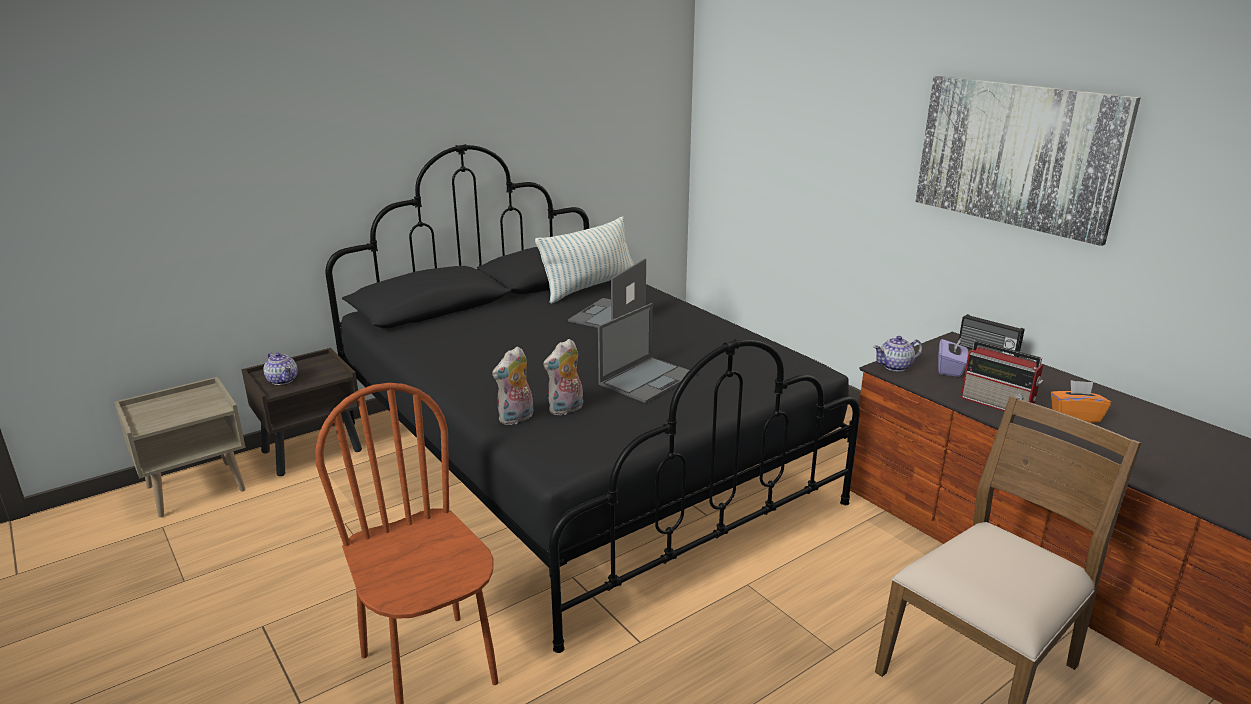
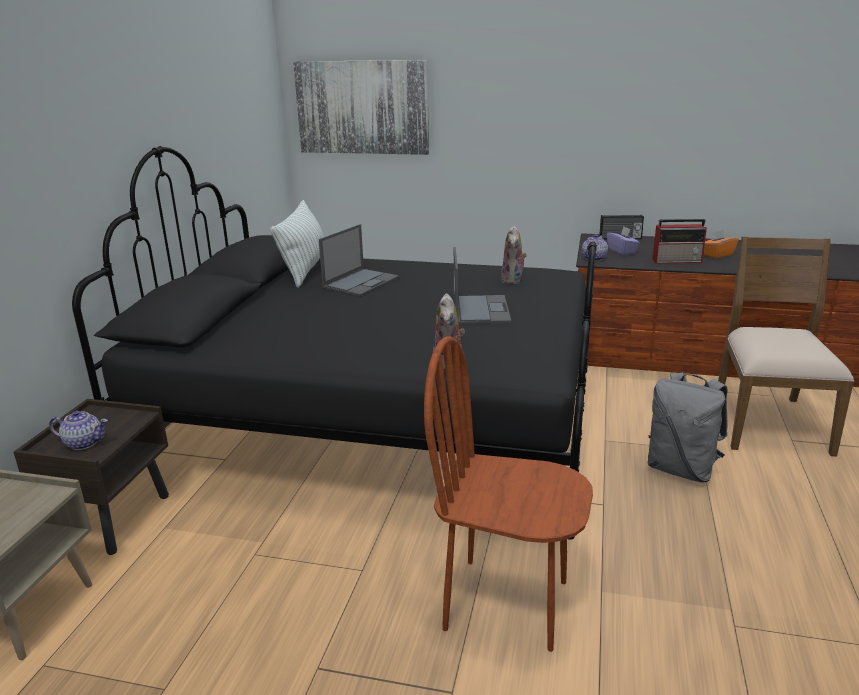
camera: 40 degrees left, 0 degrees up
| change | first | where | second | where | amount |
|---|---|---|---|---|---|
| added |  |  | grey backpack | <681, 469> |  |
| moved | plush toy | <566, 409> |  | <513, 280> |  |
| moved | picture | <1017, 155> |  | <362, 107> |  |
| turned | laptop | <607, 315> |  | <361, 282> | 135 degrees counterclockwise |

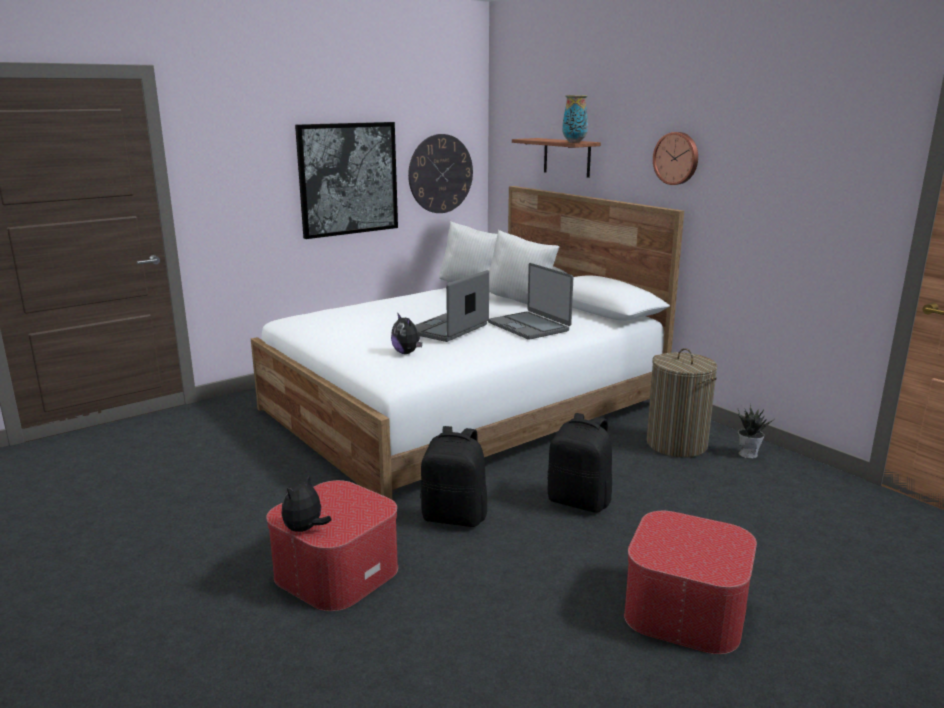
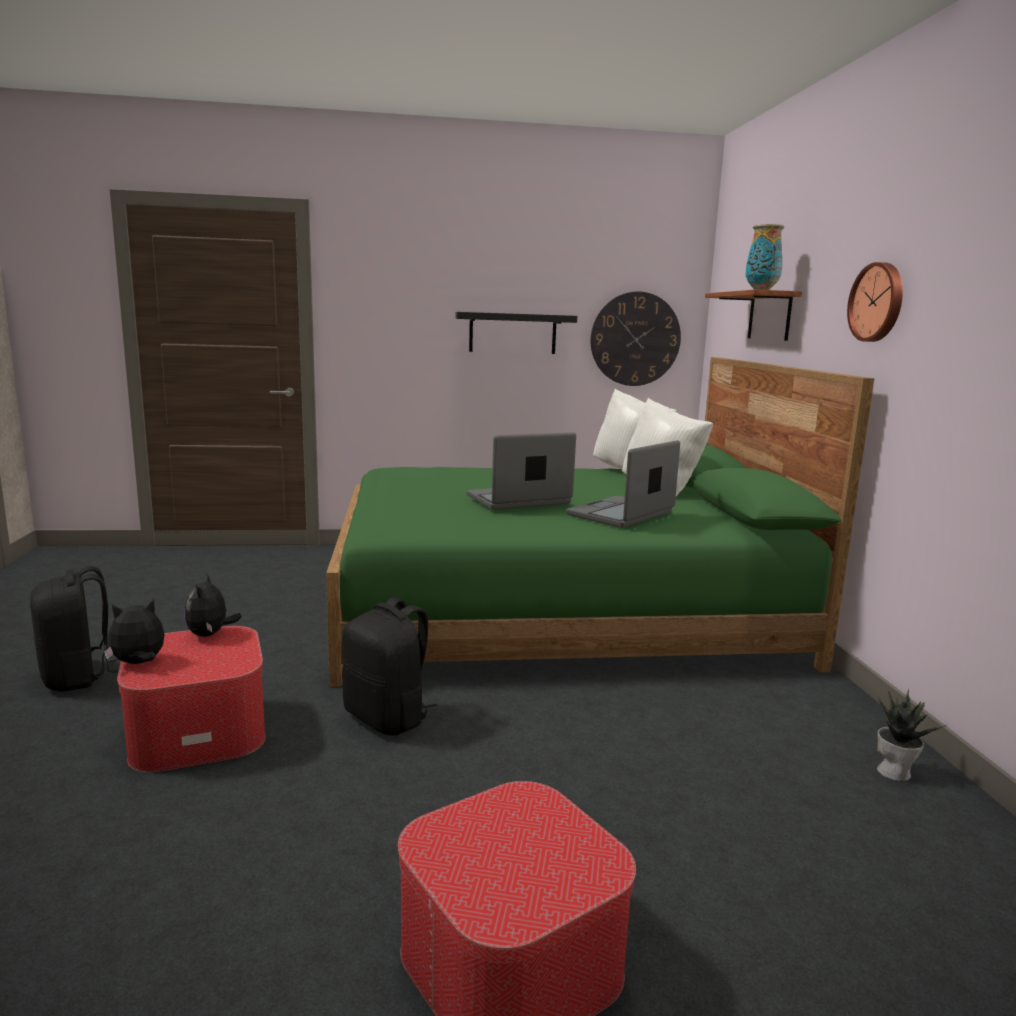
camera: 30 degrees right, 5 degrees down
| change | first | where | second | where | amount |
|---|---|---|---|---|---|
| removed | laundry basket | <676, 444> |  |  |  |
| moved | plush toy | <407, 353> |  | <210, 634> |  |
| moved | black backpack | <579, 501> |  | <79, 676> |  |
| replaced | picture | <348, 179> | black shelf | <512, 333> |  |
| recoloured | white bed | <464, 408> | green bed | <558, 609> |  |
| turned | laptop | <529, 326> |  | <621, 514> | 45 degrees clockwise |

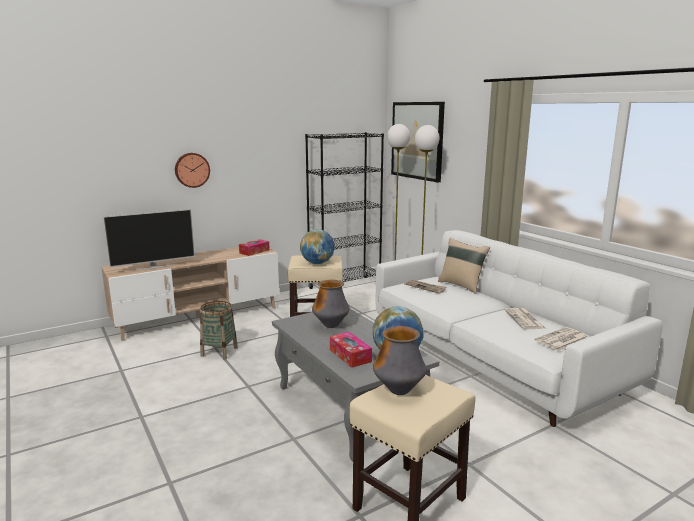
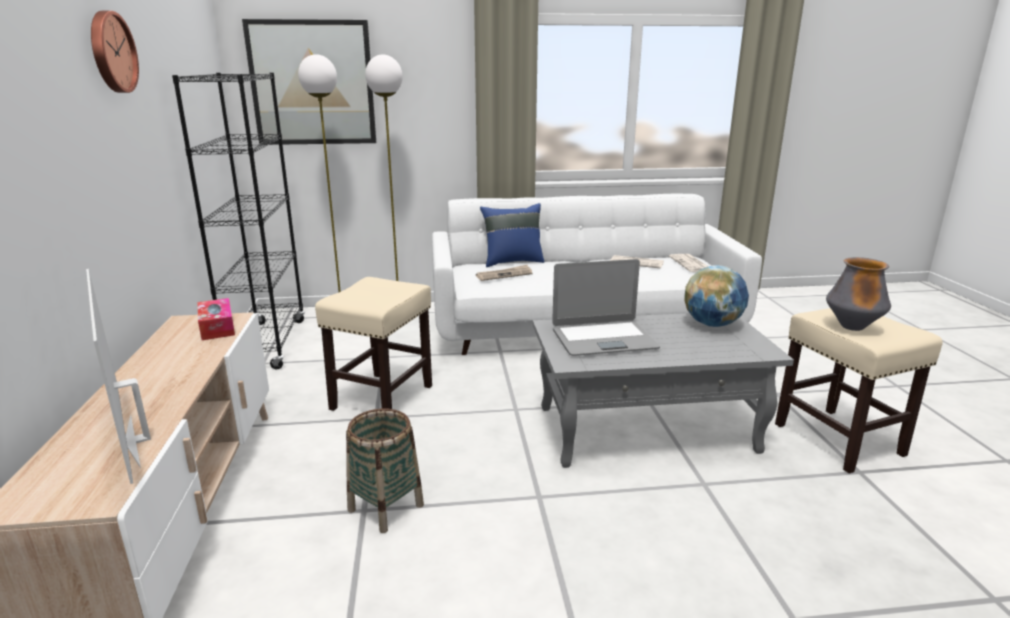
camera: 65 degrees left, 5 degrees up
| change | first | where | second | where | amount |
|---|---|---|---|---|---|
| removed | globe | <317, 263> |  |  |  |
| removed | tissue box | <350, 355> |  |  |  |
| moved | wall clock | <192, 170> |  | <111, 52> |  |
| replaced | vase | <331, 325> | laptop | <603, 339> |  |
| recoloured | beige pillow | <461, 285> | blue pillow | <512, 261> |  |
| turned | television | <153, 267> |  | <138, 439> | 150 degrees clockwise |

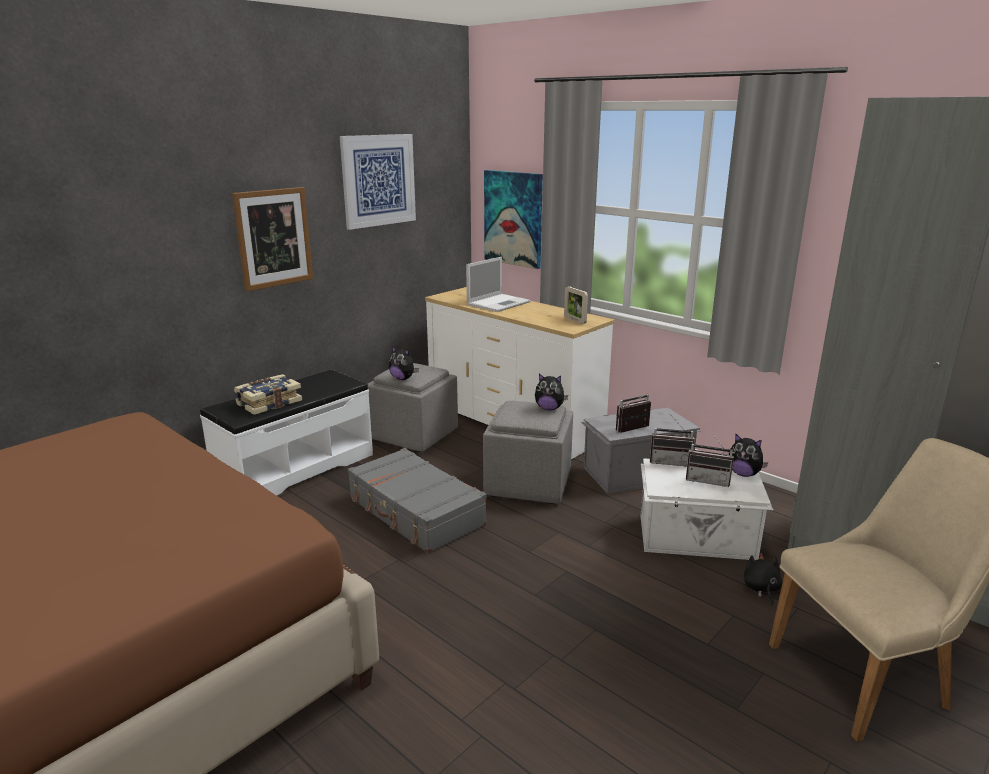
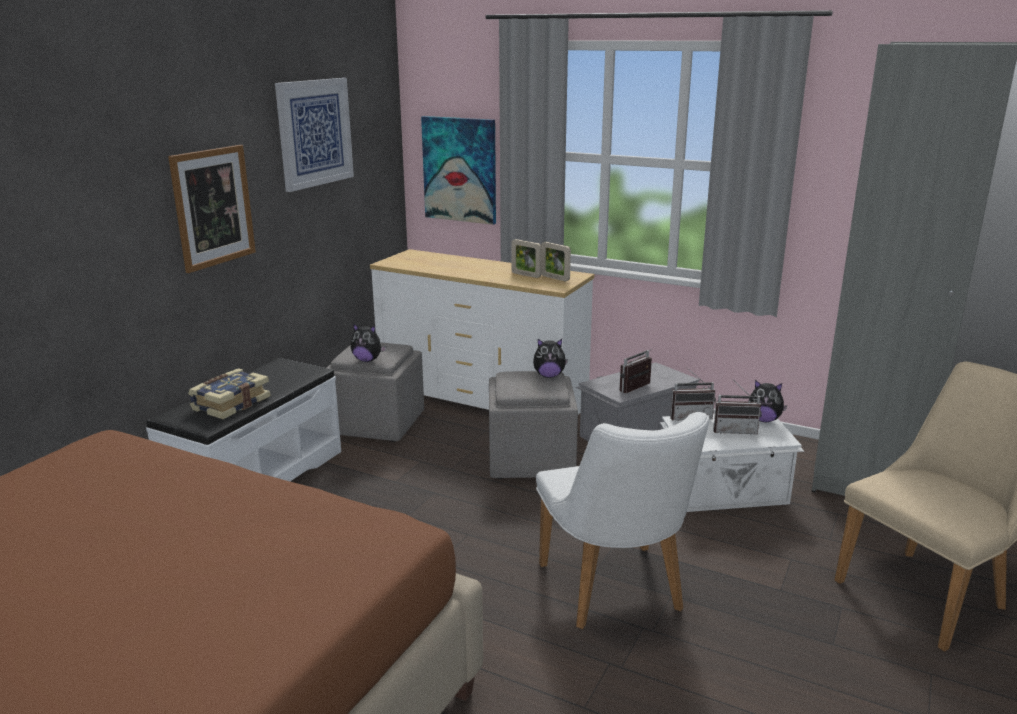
camera: 15 degrees left, 0 degrees up
| change | first | where | second | where | amount |
|---|---|---|---|---|---|
| removed | grey suitcase | <415, 512> |  |  |  |
| removed | laptop | <499, 303> |  |  |  |
| removed | black plush toy | <761, 589> |  |  |  |
| added |  |  | picture frame | <526, 275> |  |
| added |  |  | white chair | <616, 594> |  |

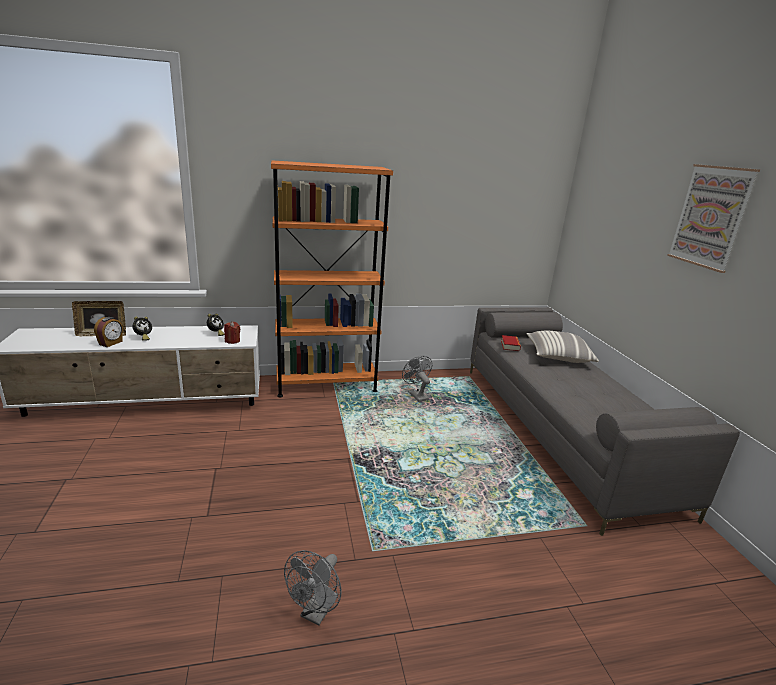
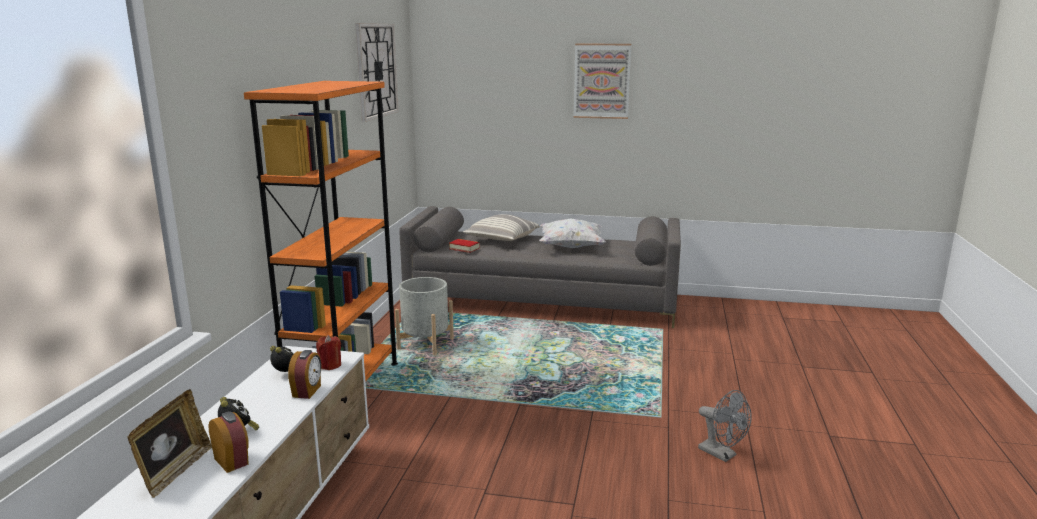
camera: 65 degrees left, 5 degrees down
| change | first | where | second | where | amount |
|---|---|---|---|---|---|
| added |  |  | alarm clock | <307, 391> |  |
| added |  |  | wall clock | <376, 70> |  |
| added |  |  | white pillow | <571, 247> |  |
| replaced | grey fan | <416, 395> | grey planter | <425, 344> |  |

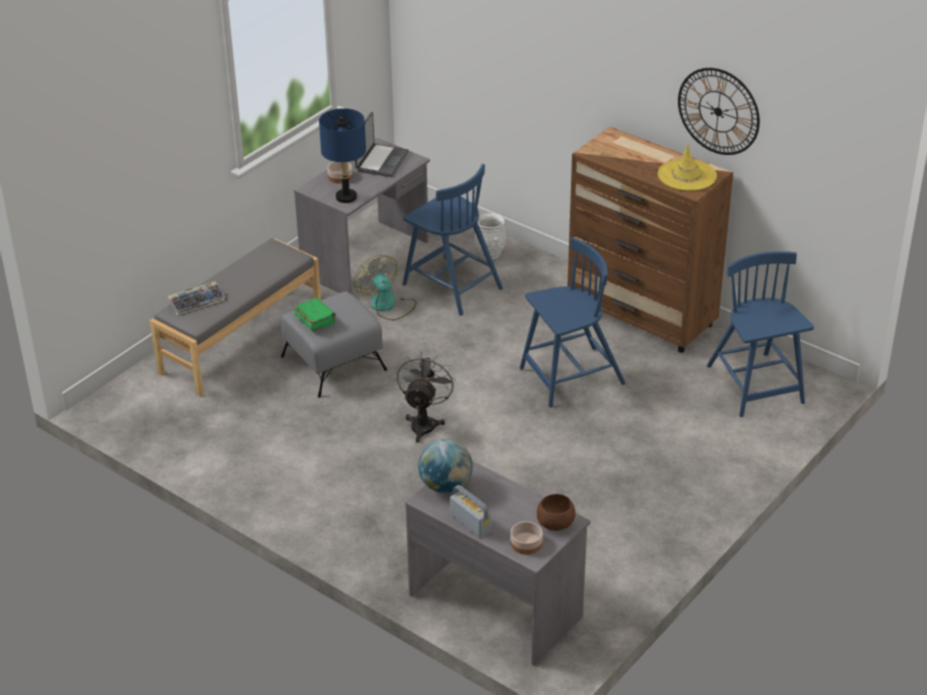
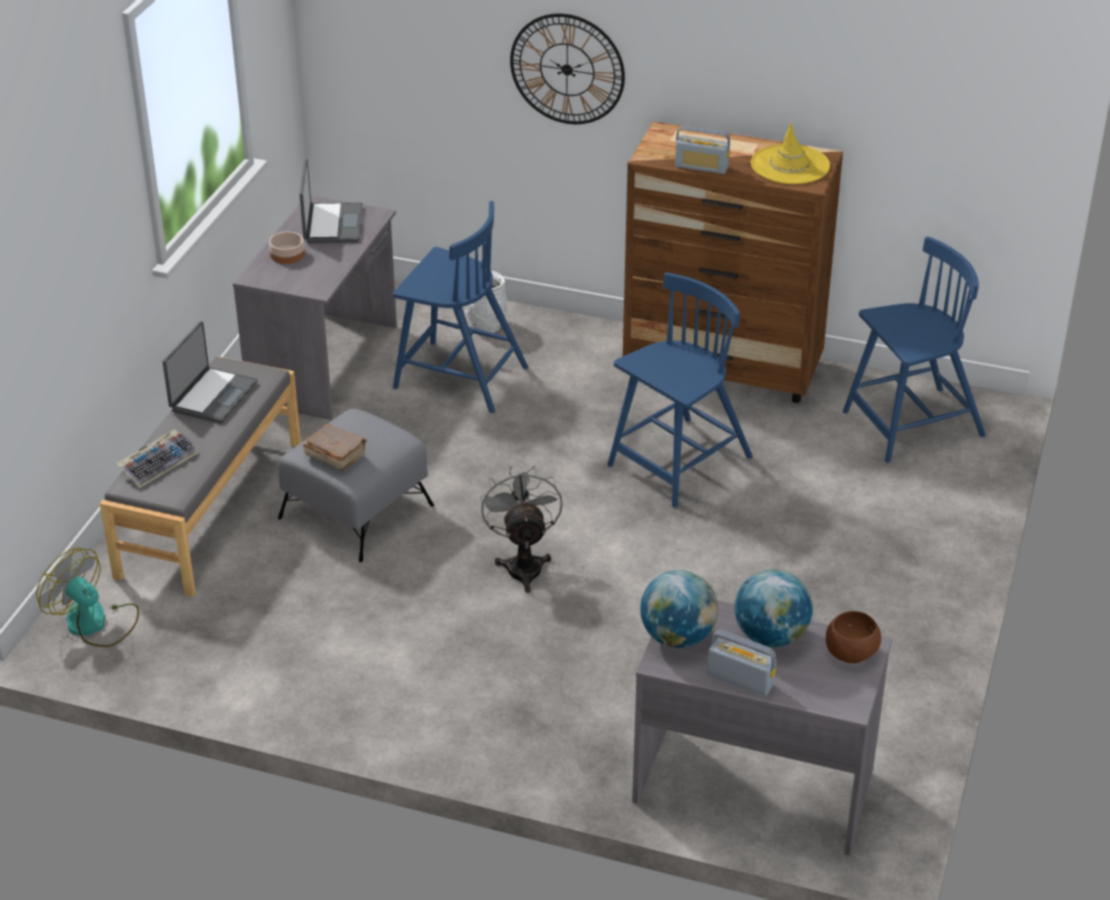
camera: 20 degrees left, 0 degrees up
| change | first | where | second | where | amount |
|---|---|---|---|---|---|
| removed | blue table lamp | <346, 197> |  |  |  |
| removed | bowl | <526, 544> |  |  |  |
| added |  |  | laptop | <212, 396> |  |
| added |  |  | radio | <701, 167> |  |
| added |  |  | globe | <771, 636> |  |
| moved | fan | <387, 306> |  | <95, 623> |  |
| moved | wall clock | <718, 111> |  | <567, 69> |  |
| recoloured | green book | <315, 320> | brown book | <335, 455> |  |
| turned | blue chair | <755, 386> |  | <911, 425> | 105 degrees clockwise |

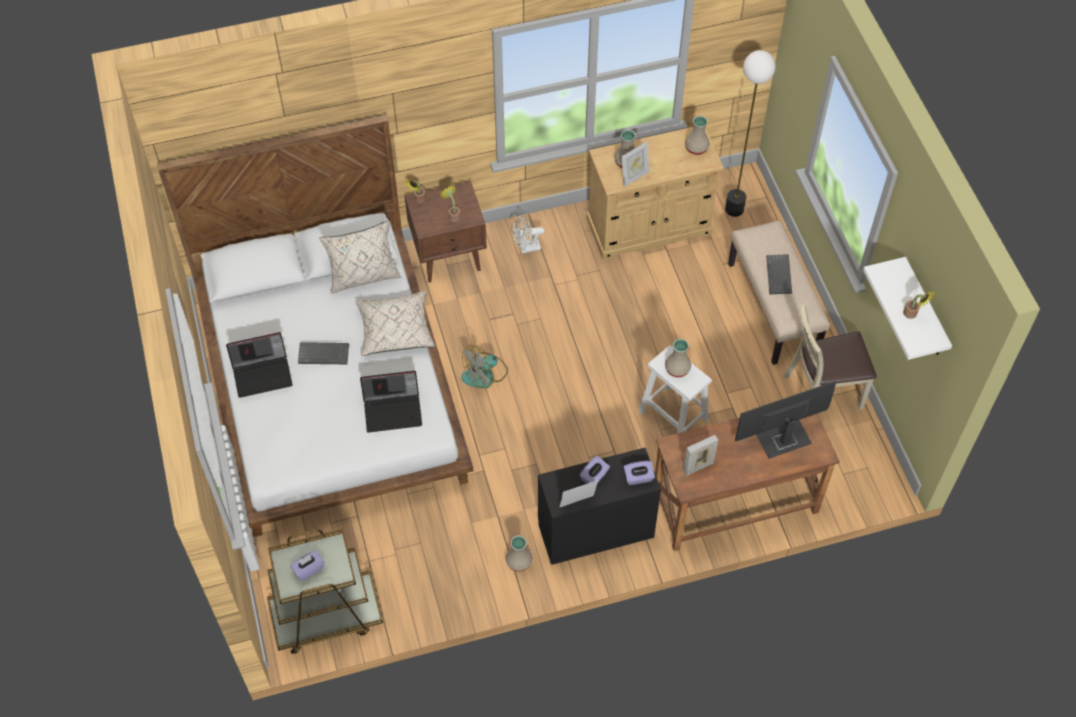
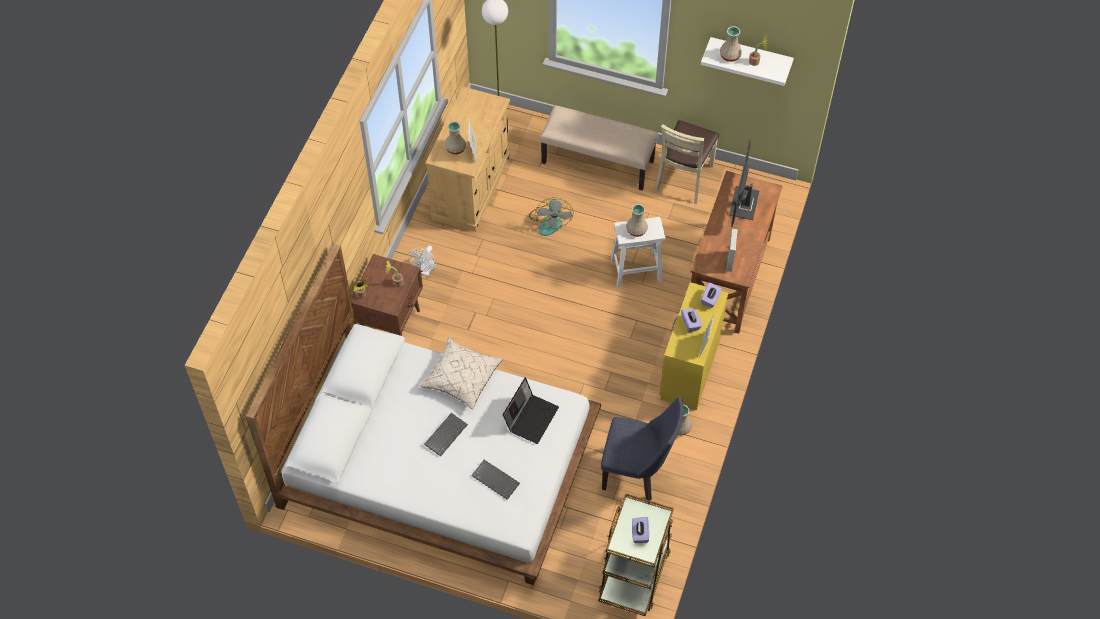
camera: 55 degrees left, 0 degrees up
| change | first | where | second | where | amount |
|---|---|---|---|---|---|
| removed | laptop | <263, 374> |  |  |  |
| removed | beige pillow | <363, 276> |  |  |  |
| added |  |  | blue chair | <638, 474> |  |
| moved | fan | <485, 374> |  | <550, 220> |  |
| moved | beige vase | <696, 148> |  | <729, 56> |  |
| moved | keyboard | <779, 275> |  | <496, 479> |  |
| recoloured | black dresser | <594, 530> | yellow dresser | <689, 368> |  |

